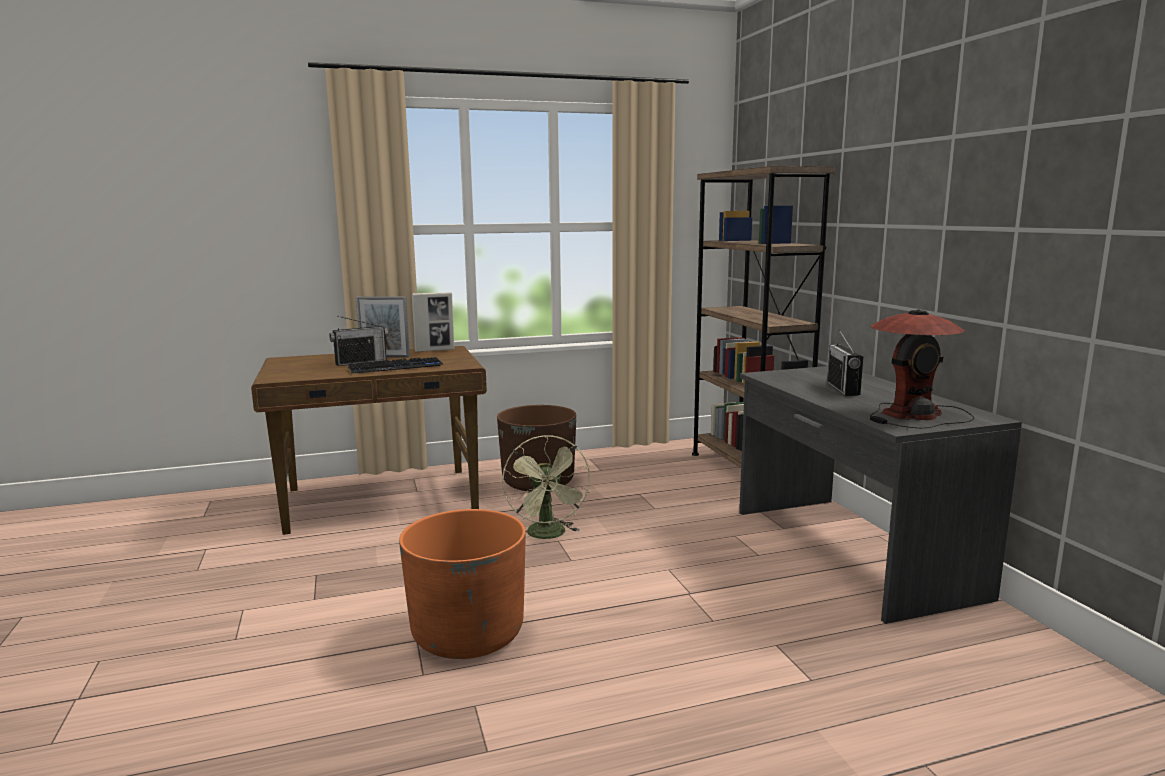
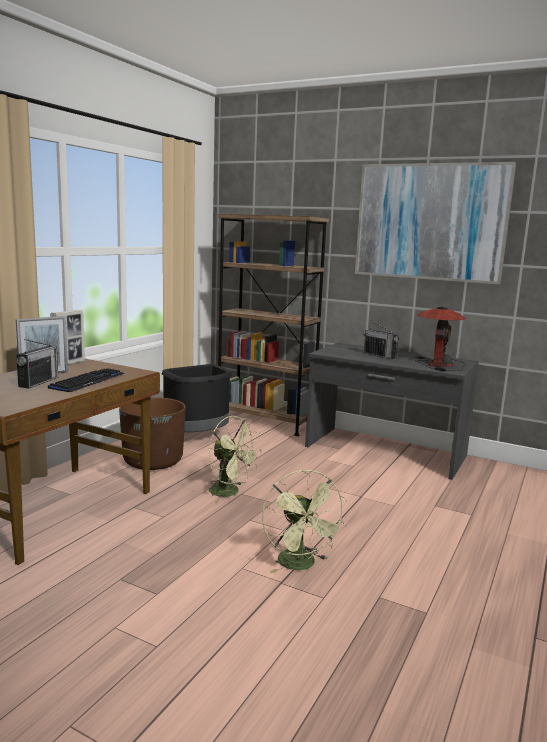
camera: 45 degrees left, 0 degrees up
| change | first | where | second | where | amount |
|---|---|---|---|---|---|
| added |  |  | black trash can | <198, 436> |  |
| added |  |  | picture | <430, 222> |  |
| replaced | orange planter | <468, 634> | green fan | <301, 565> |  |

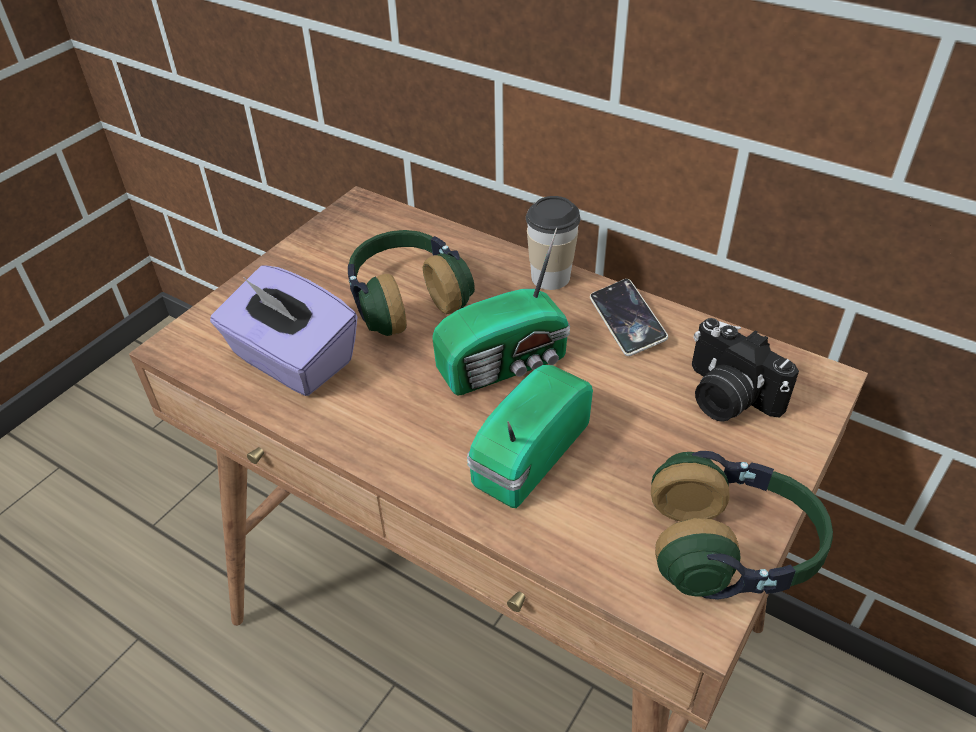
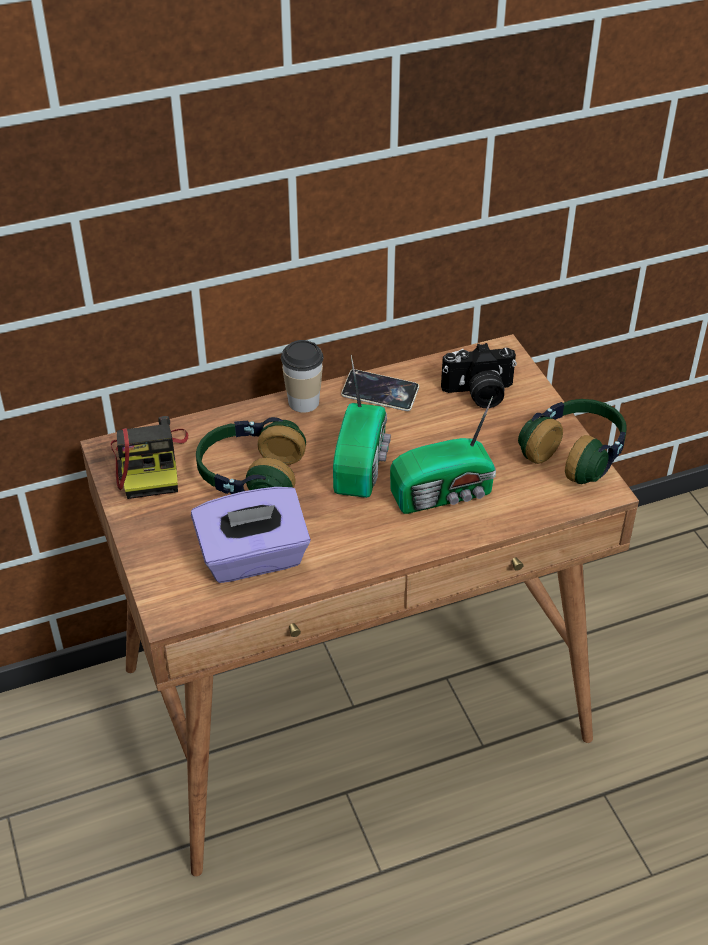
camera: 55 degrees left, 0 degrees up
| change | first | where | second | where | amount |
|---|---|---|---|---|---|
| added |  |  | photo camera | <150, 463> |  |
| turned | radio | <526, 456> |  | <445, 494> | 90 degrees counterclockwise |

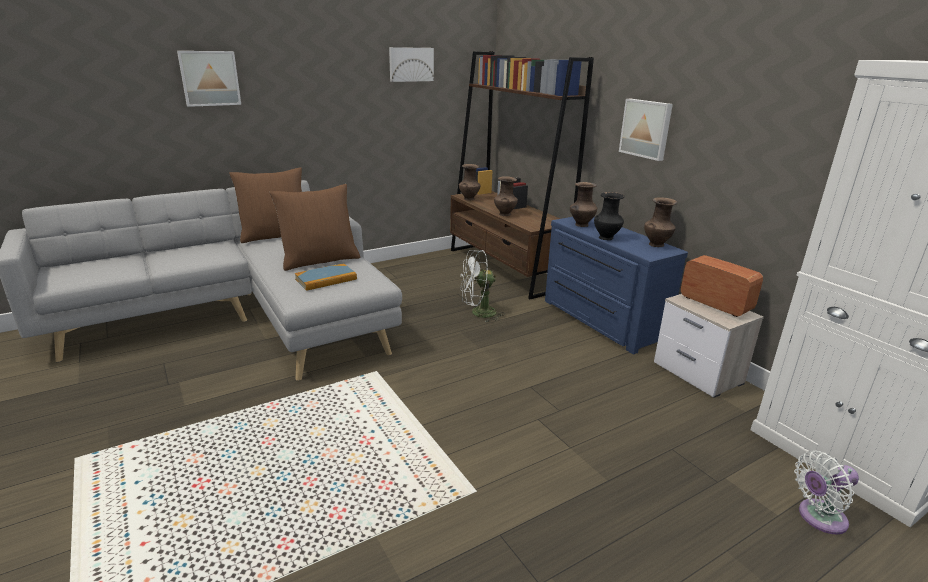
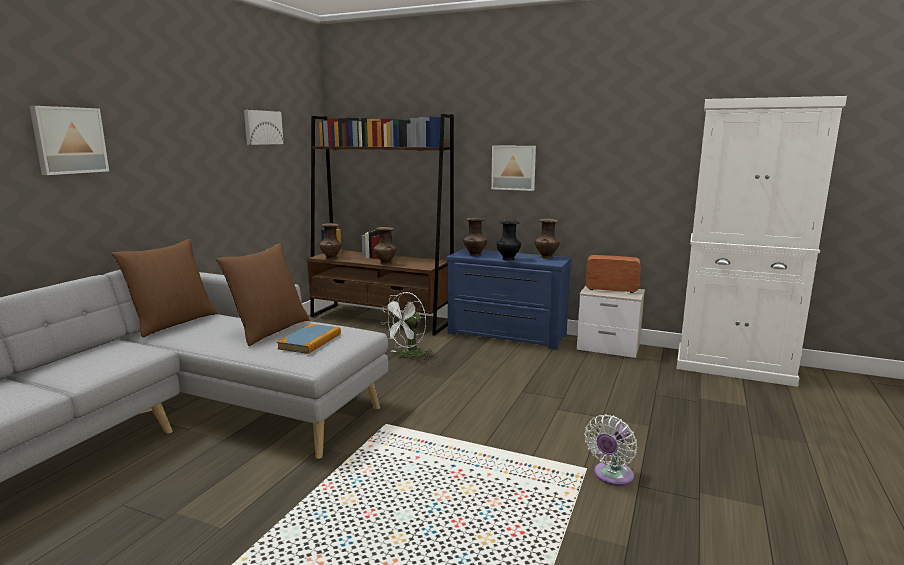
camera: 35 degrees left, 10 degrees down
| change | first | where | second | where | amount |
|---|---|---|---|---|---|
| moved | white fan | <818, 518> |  | <611, 476> |  |

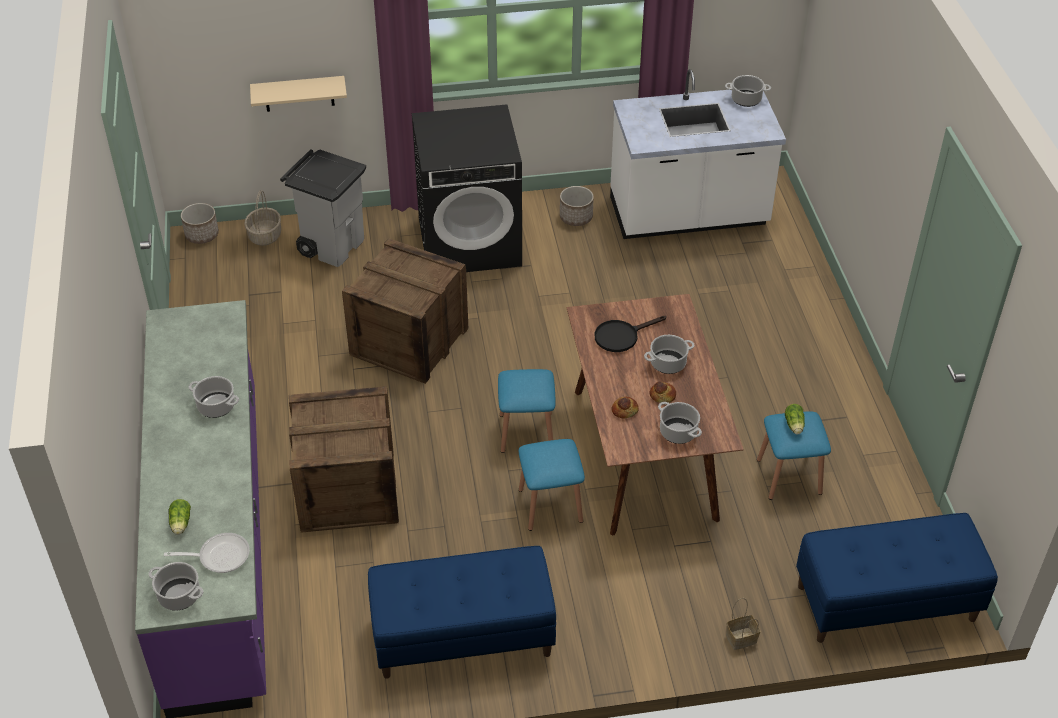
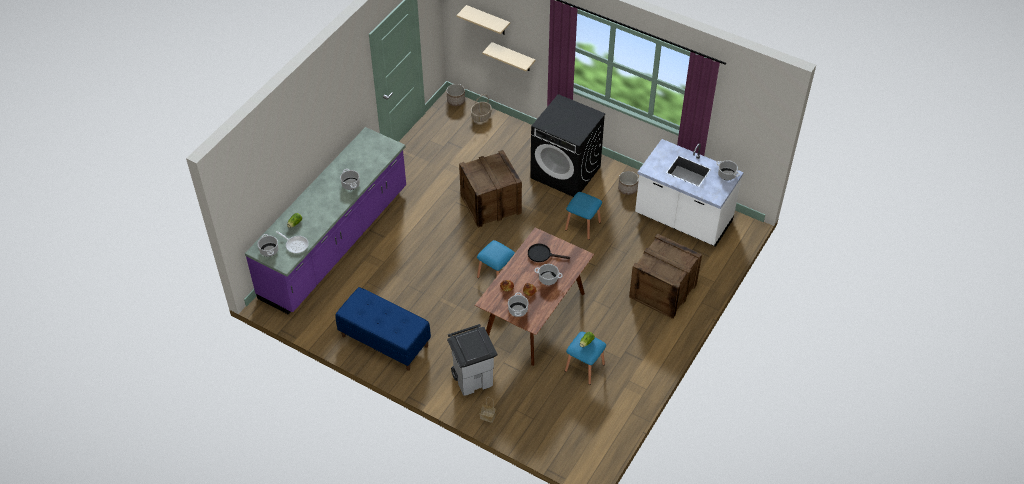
camera: 40 degrees right, 5 degrees up
| change | first | where | second | where | amount |
|---|---|---|---|---|---|
| removed | blue bench | <885, 603> |  |  |  |
| added |  |  | beige shelf | <488, 20> |  |
| moved | grey trash can | <332, 245> |  | <473, 379> |  |
| moved | crate | <347, 490> |  | <662, 291> |  |
| moved | blue stool | <550, 505> |  | <582, 226> |  |

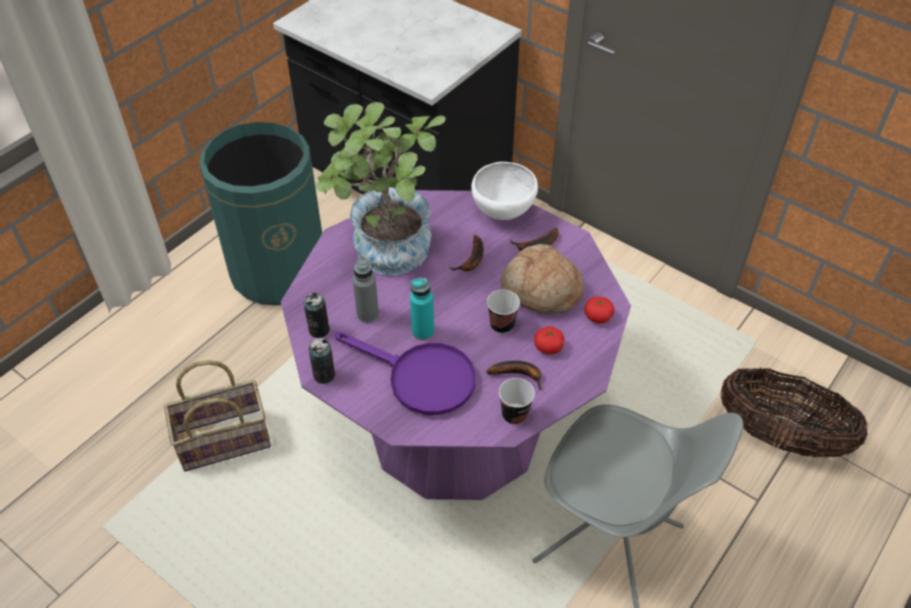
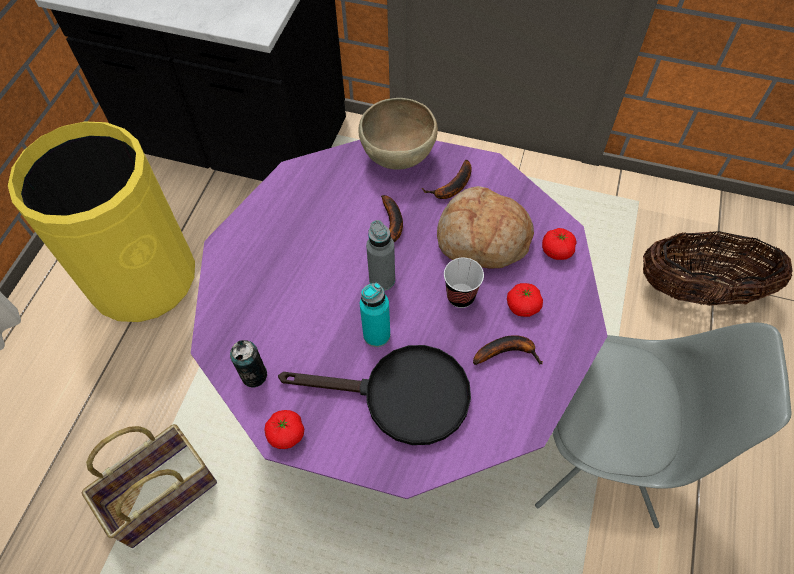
camera: 20 degrees left, 10 degrees up
| change | first | where | second | where | amount |
|---|---|---|---|---|---|
| removed | potted plant | <386, 256> |  |  |  |
| removed | cup | <514, 415> |  |  |  |
| moved | grey bottle | <367, 314> |  | <382, 280> |  |
| replaced | can | <324, 375> | tomato | <286, 434> |  |
| recoloured | green trash can | <279, 271> | yellow trash can | <143, 278> |  |
| recoloured | purple frying pan | <420, 378> | black frying pan | <401, 396> |  |
| recoloured | white bowl | <503, 212> | brown bowl | <398, 157> |  |

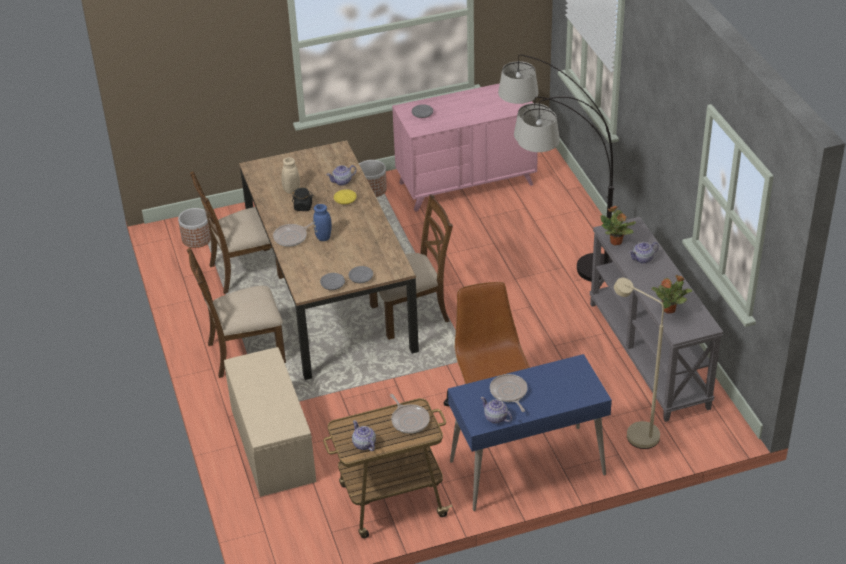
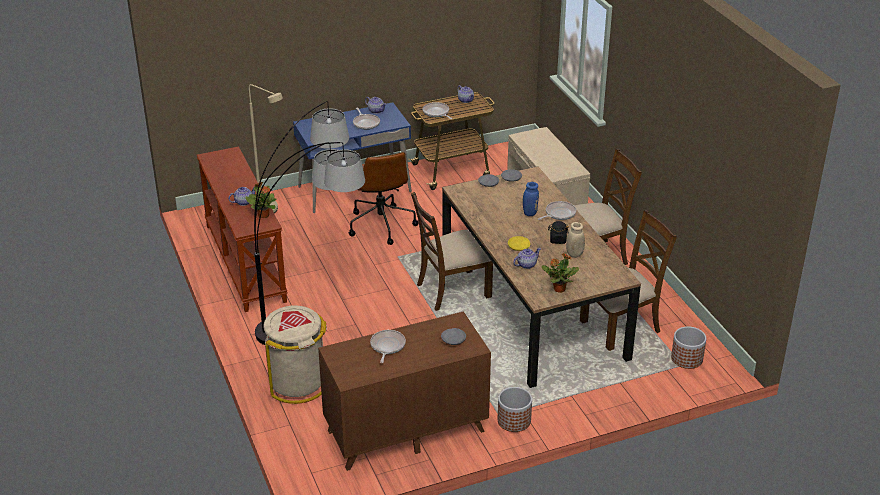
camera: 175 degrees right, 5 degrees down
| change | first | where | second | where | amount |
|---|---|---|---|---|---|
| added |  |  | beige trash can | <298, 383> |  |
| added |  |  | frying pan | <387, 346> |  |
| moved | potted plant | <669, 309> |  | <558, 289> |  |
| recoloured | pink dresser | <466, 183> | brown dresser | <405, 431> |  |
| recoloured | grey console table | <649, 354> | brown console table | <244, 262> |  |

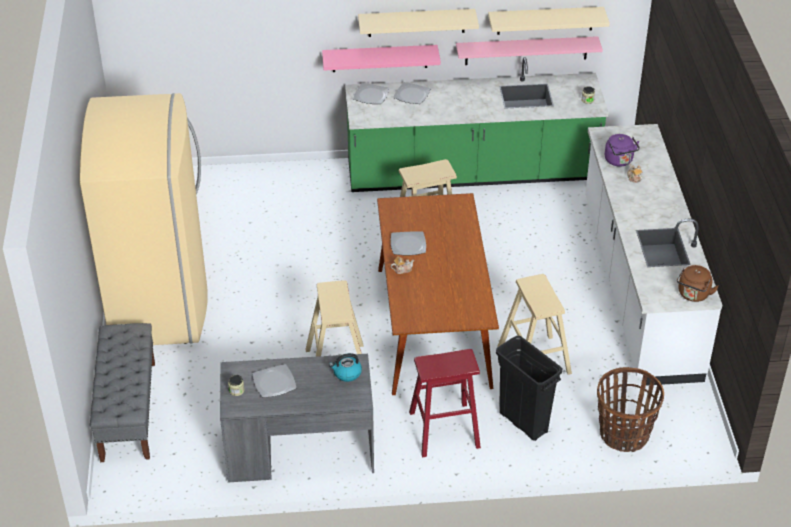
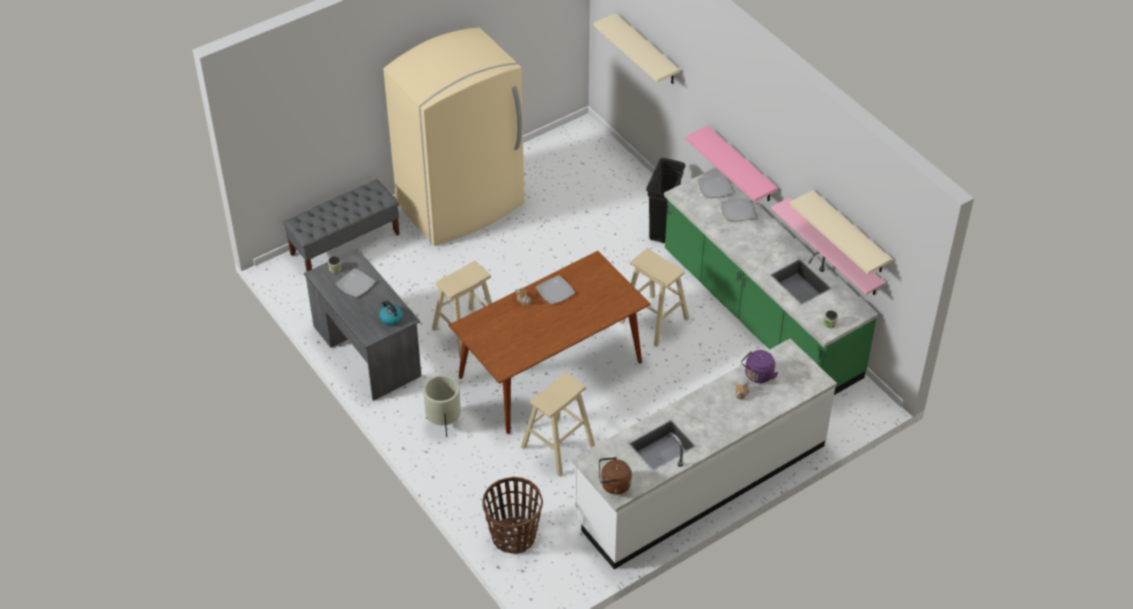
camera: 60 degrees right, 5 degrees up
| change | first | where | second | where | amount |
|---|---|---|---|---|---|
| moved | beige shelf | <416, 22> |  | <646, 50> |  |
| moved | black trash can | <523, 422> |  | <663, 228> |  |
| replaced | red stool | <444, 429> | beige planter | <443, 422> |  |

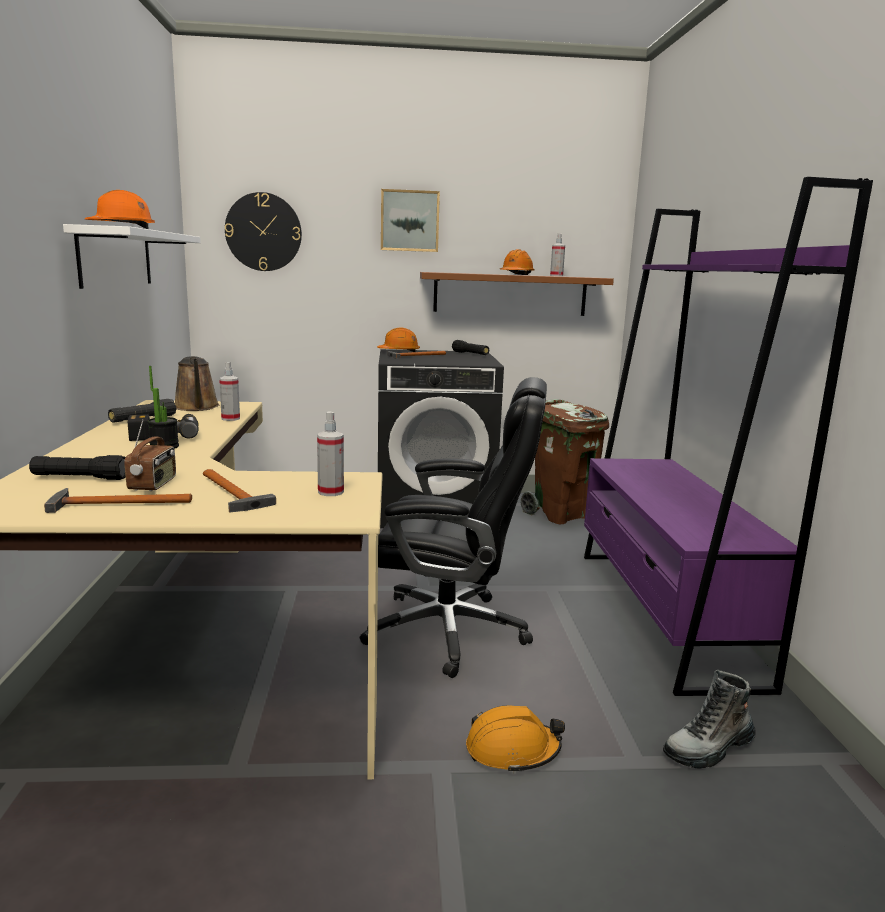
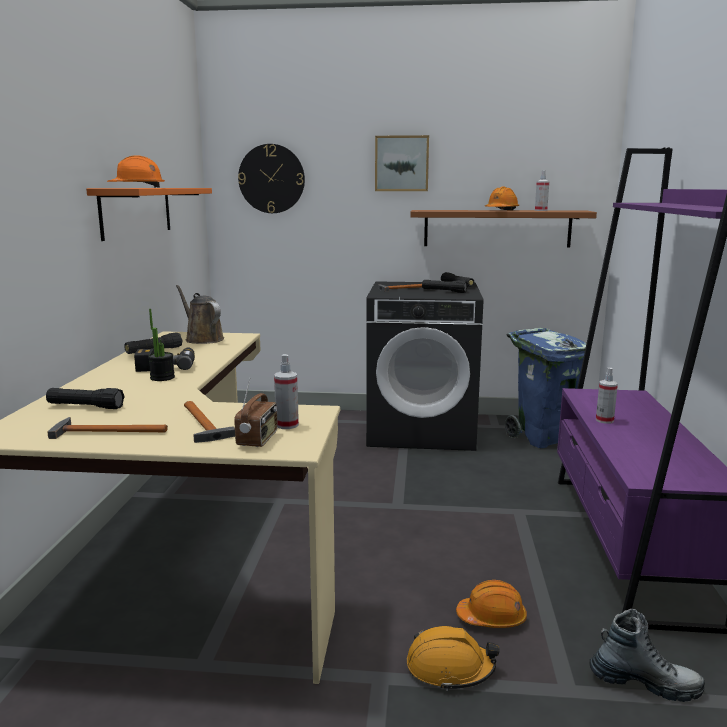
camera: 10 degrees right, 0 degrees up
| change | first | where | second | where | amount |
|---|---|---|---|---|---|
| removed | black office chair | <451, 631> |  |  |  |
| added |  |  | black flashlight | <444, 291> |  |
| moved | radio | <153, 485> |  | <258, 439> |  |
| moved | spray bottle | <230, 419> |  | <604, 420> |  |
| moved | orange hard hat | <399, 352> |  | <492, 618> |  |
| recoloured | white shelf | <116, 258> | orange shelf | <137, 211> |  |
| recoloured | brown trash can | <560, 514> | blue trash can | <543, 438> |  |
| turned | brown watering can | <197, 407> |  | <202, 339> | 150 degrees clockwise |
| turned | boot | <708, 748> |  | <644, 683> | 150 degrees counterclockwise |

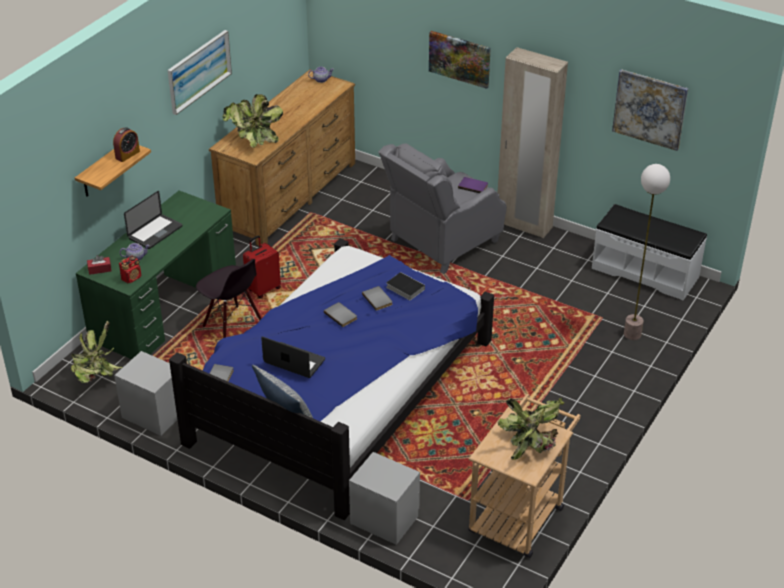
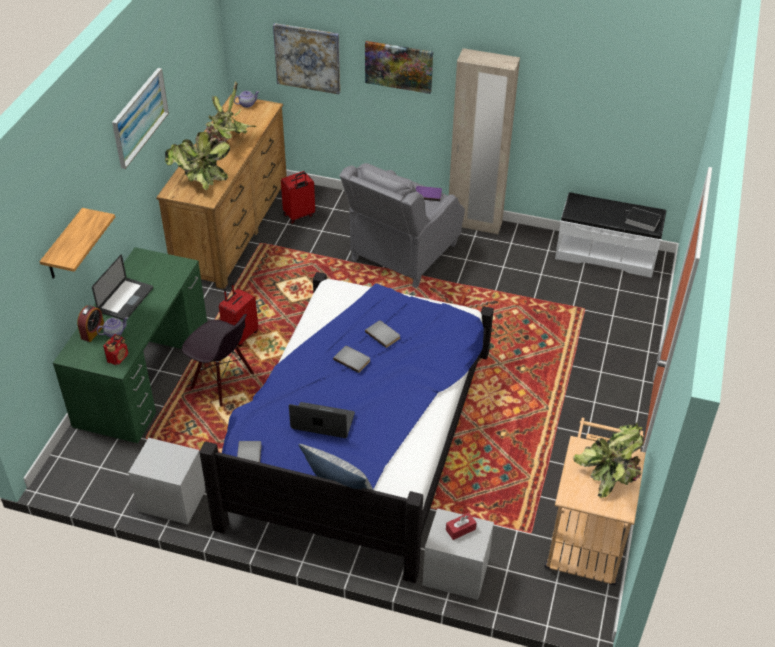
camera: 15 degrees left, 5 degrees up
| change | first | where | second | where | amount |
|---|---|---|---|---|---|
| removed | floor lamp | <632, 334> |  |  |  |
| added |  |  | red suitcase | <299, 215> |  |
| moved | potted plant | <97, 379> |  | <229, 140> |  |
| moved | red tissue box | <99, 269> |  | <460, 529> |  |
| moved | alarm clock | <127, 155> |  | <93, 332> |  |
| moved | book | <404, 288> |  | <641, 221> |  |
| moved | picture | <650, 109> |  | <307, 58> |  |

